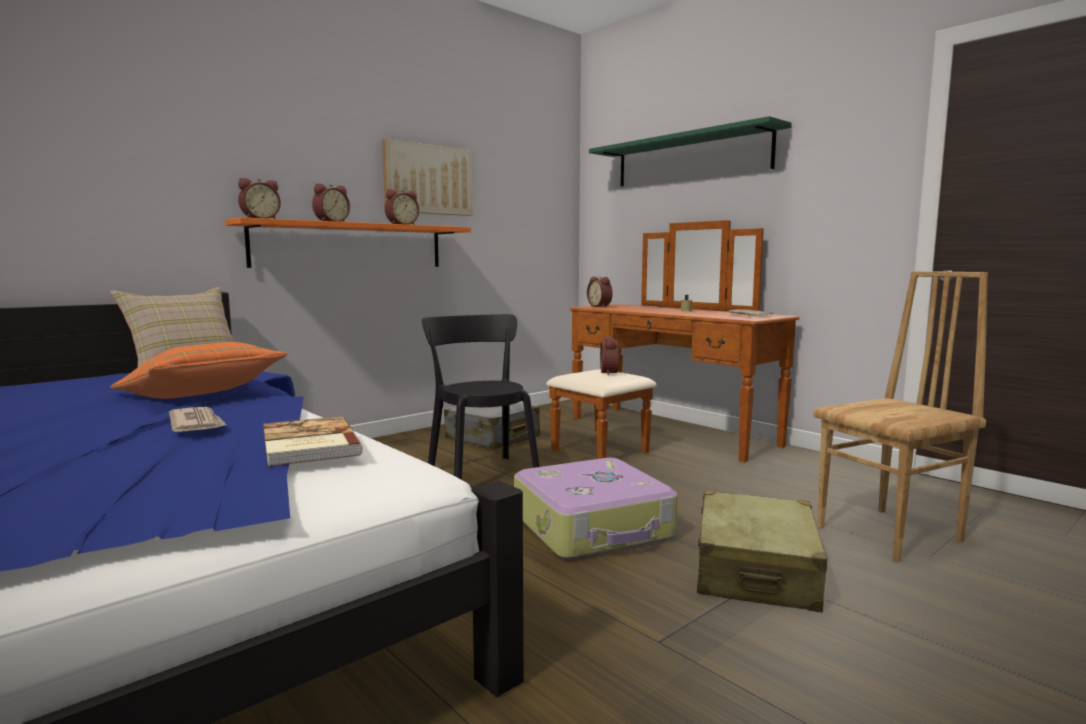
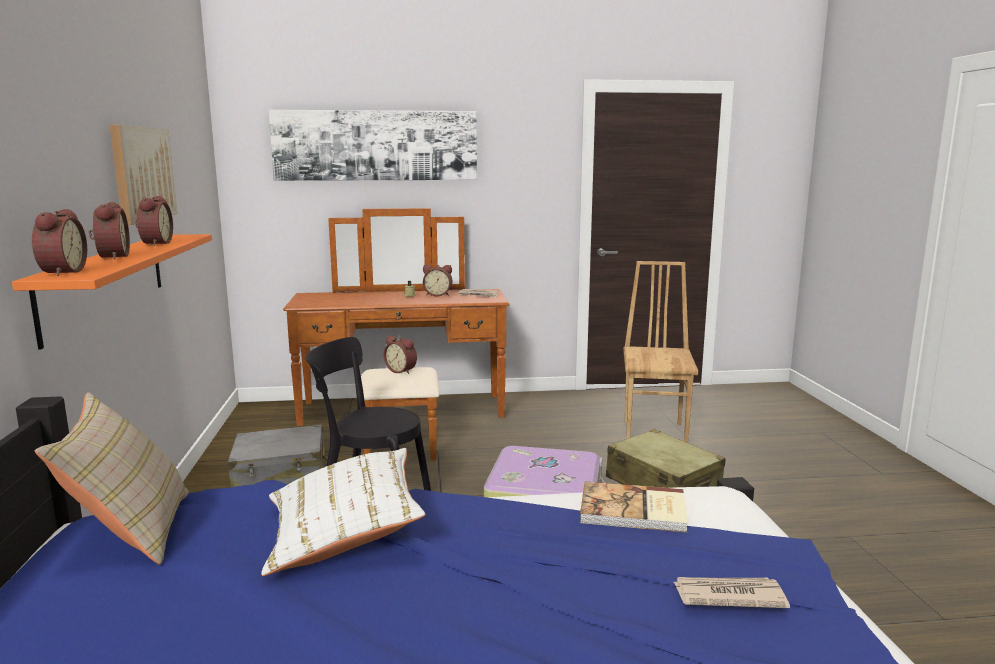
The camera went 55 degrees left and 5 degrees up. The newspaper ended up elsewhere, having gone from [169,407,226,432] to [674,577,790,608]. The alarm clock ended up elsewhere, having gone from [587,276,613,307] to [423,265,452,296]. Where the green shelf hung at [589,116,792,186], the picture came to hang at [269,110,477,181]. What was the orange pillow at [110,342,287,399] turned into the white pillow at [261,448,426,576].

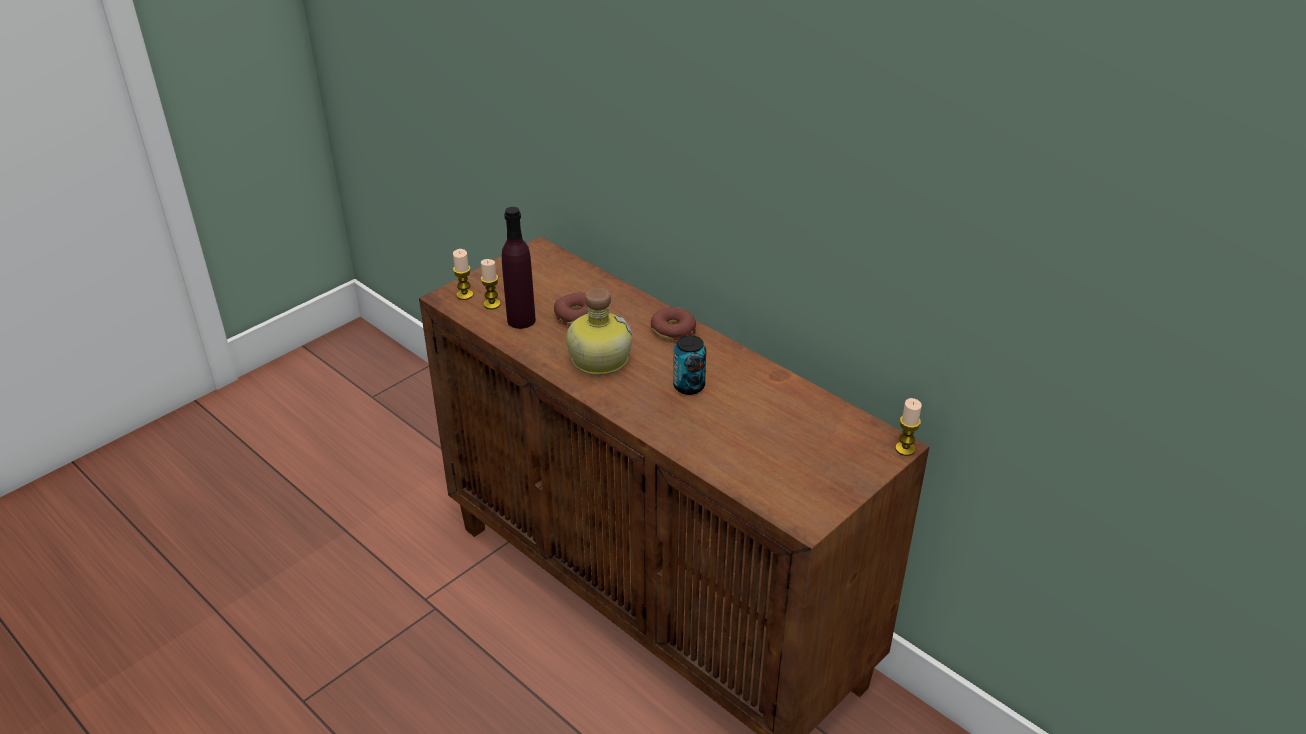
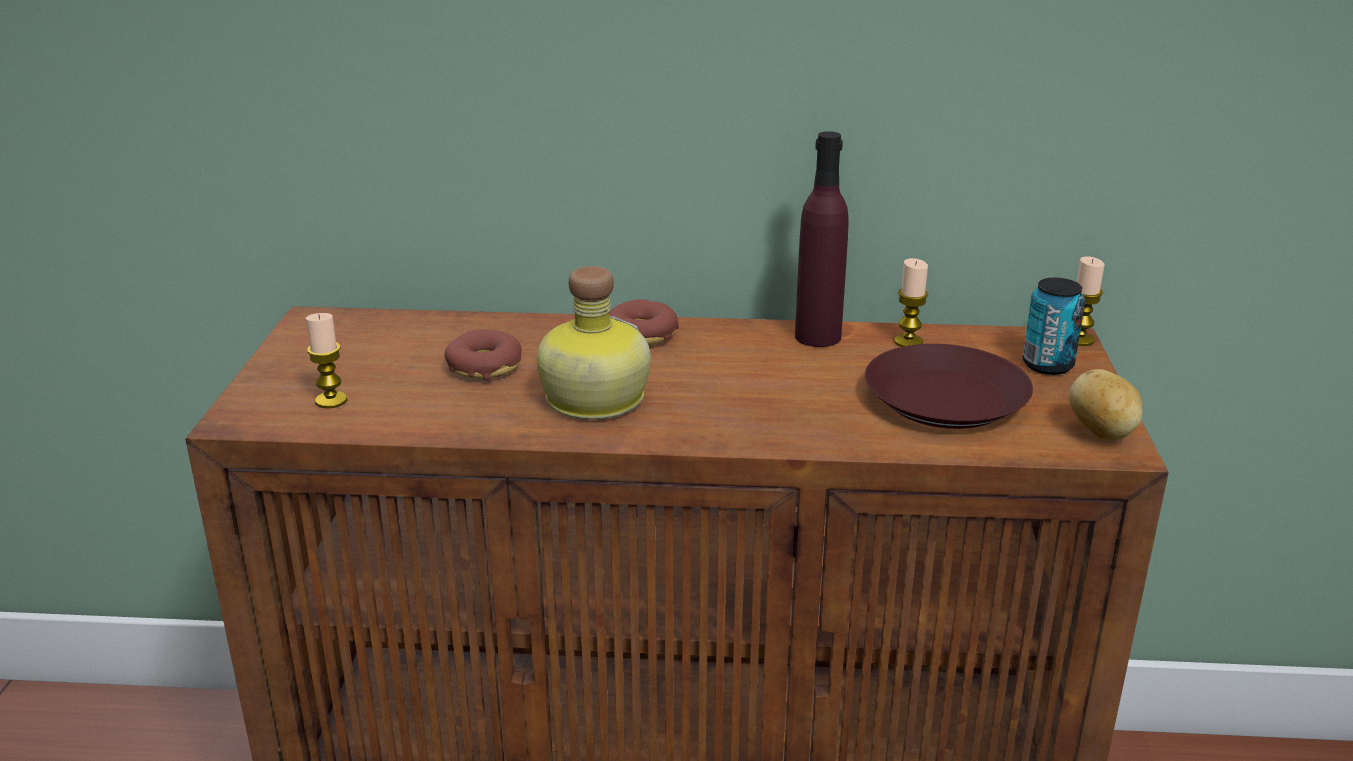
The camera went 40 degrees left and 10 degrees down. The second view gained the brown plate at [865,344,1033,429]. The second view gained the potato at [1069,369,1142,441]. The candle ended up elsewhere, having gone from [453,249,473,300] to [894,258,928,347]. The purple bottle ended up elsewhere, having gone from [502,207,536,329] to [795,131,849,347]. The can ended up elsewhere, having gone from [673,335,706,395] to [1023,278,1085,375].

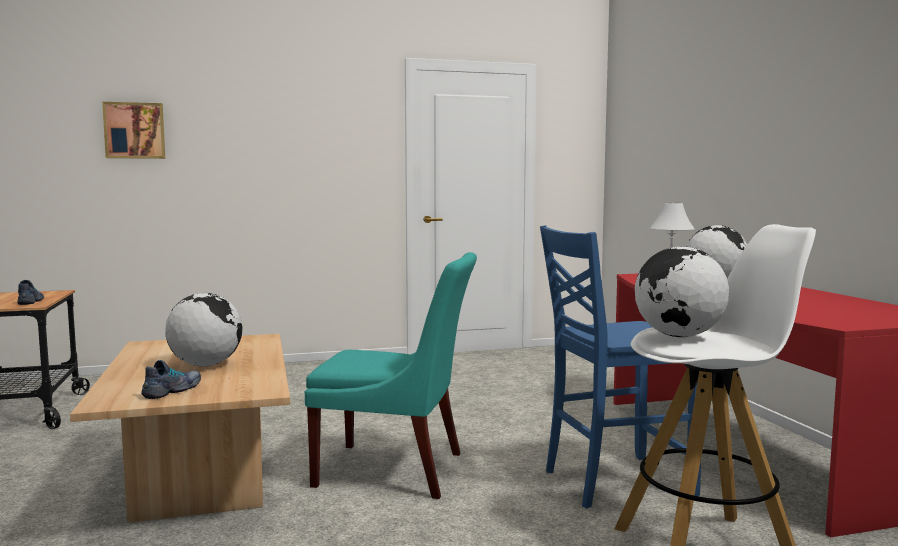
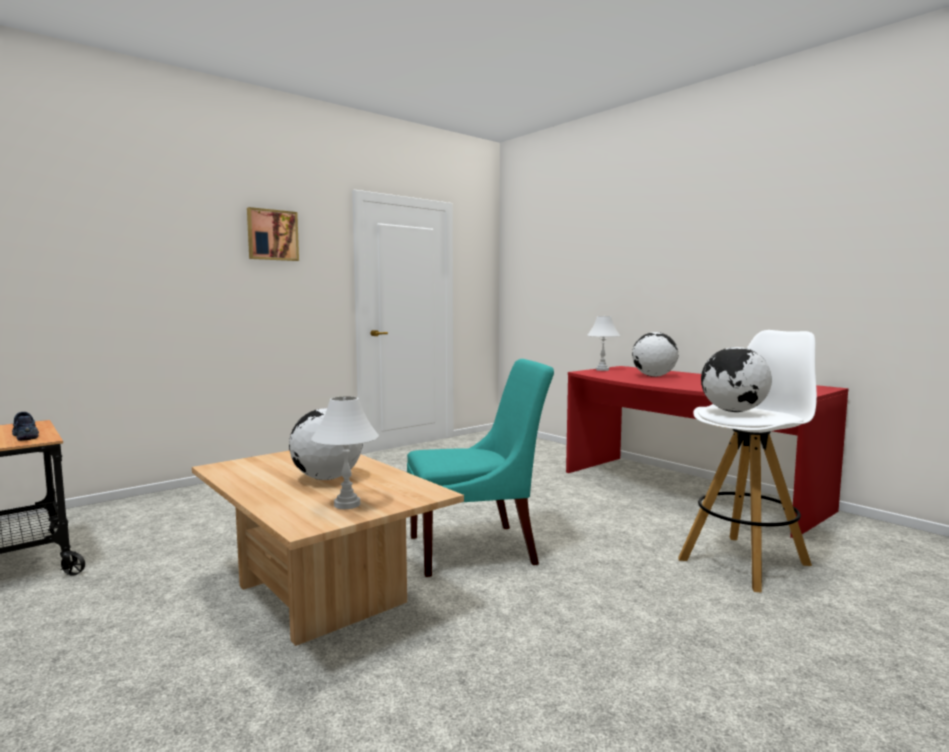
The camera went 25 degrees left and 0 degrees up. The second view lost the blue chair at [540,225,701,508]. The picture ended up elsewhere, having gone from [102,102,165,159] to [247,207,299,261]. Where the shoe stood at [141,360,201,399], the white table lamp came to stand at [311,396,379,509].

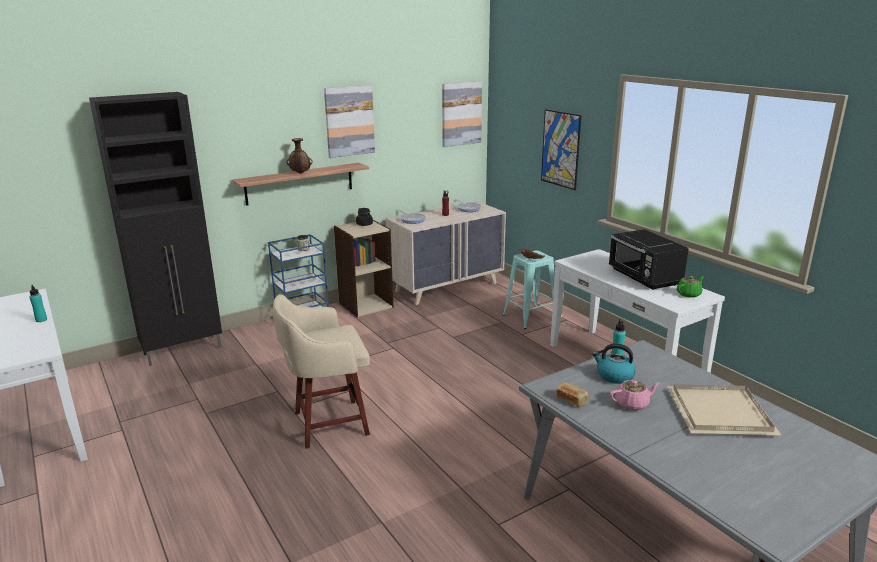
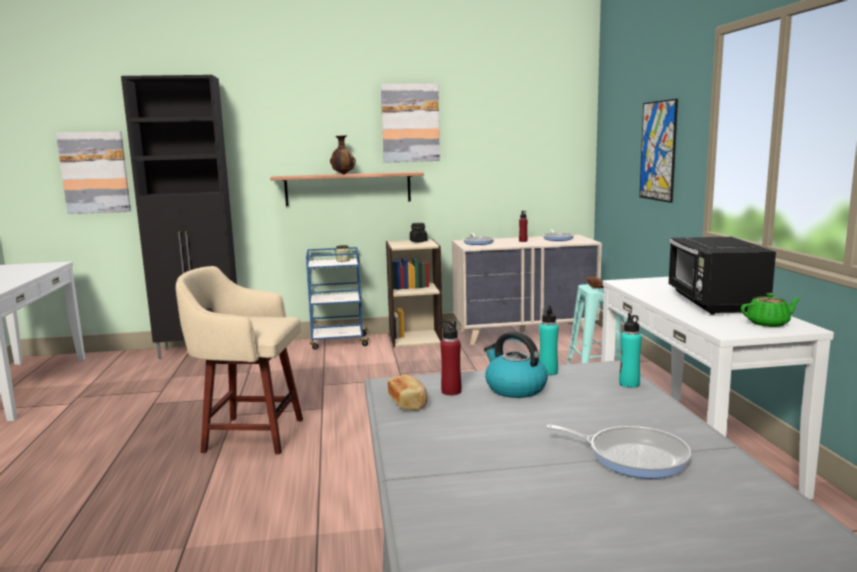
The camera went 25 degrees right and 10 degrees down. The second view lost the pink teapot at [610,380,660,410]. The second view gained the red bottle at [440,320,461,395]. The turquoise bottle ended up elsewhere, having gone from [29,285,47,322] to [619,313,642,388]. The picture ended up elsewhere, having gone from [442,81,482,147] to [56,131,131,214]. Where the beige tray stood at [667,384,781,435], the frying pan came to stand at [546,425,691,479].

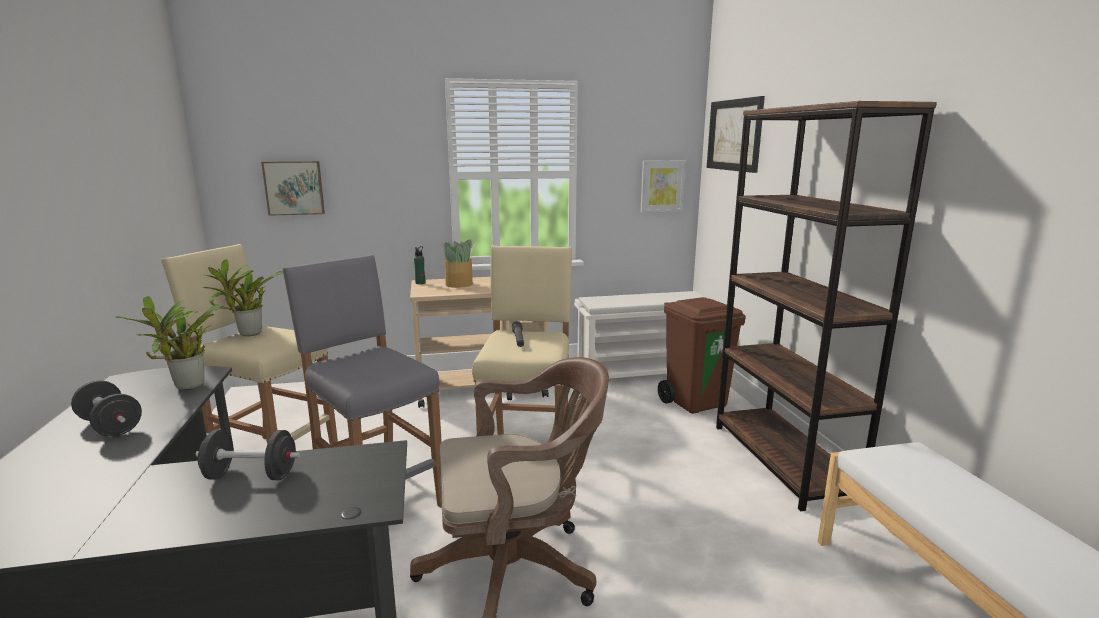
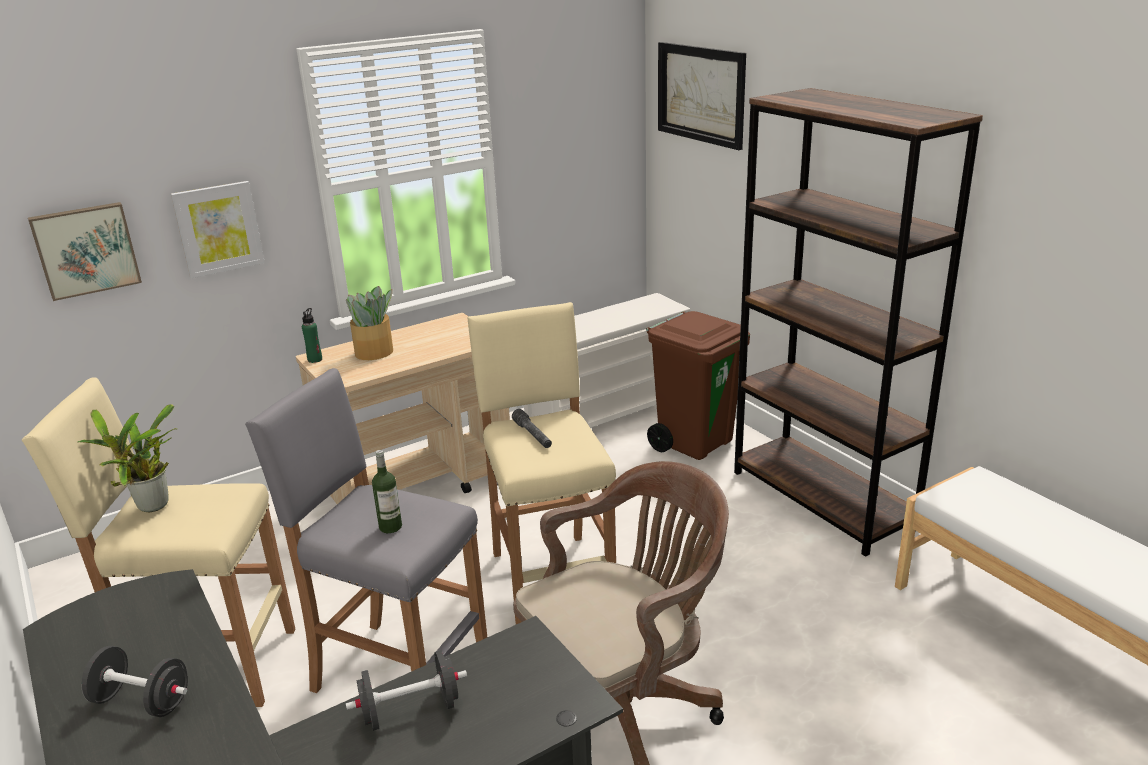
The camera went 20 degrees left and 10 degrees up. The second view lost the potted plant at [116,296,222,390]. The second view gained the bottle at [372,450,402,533]. The picture ended up elsewhere, having gone from [640,161,686,213] to [171,181,265,278].

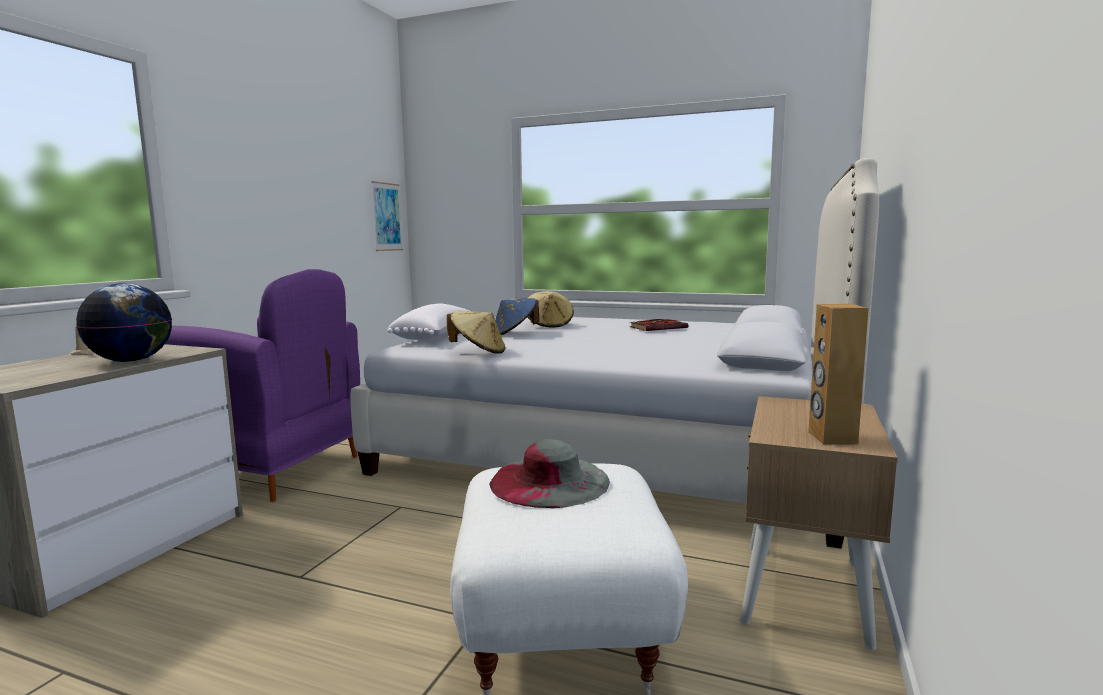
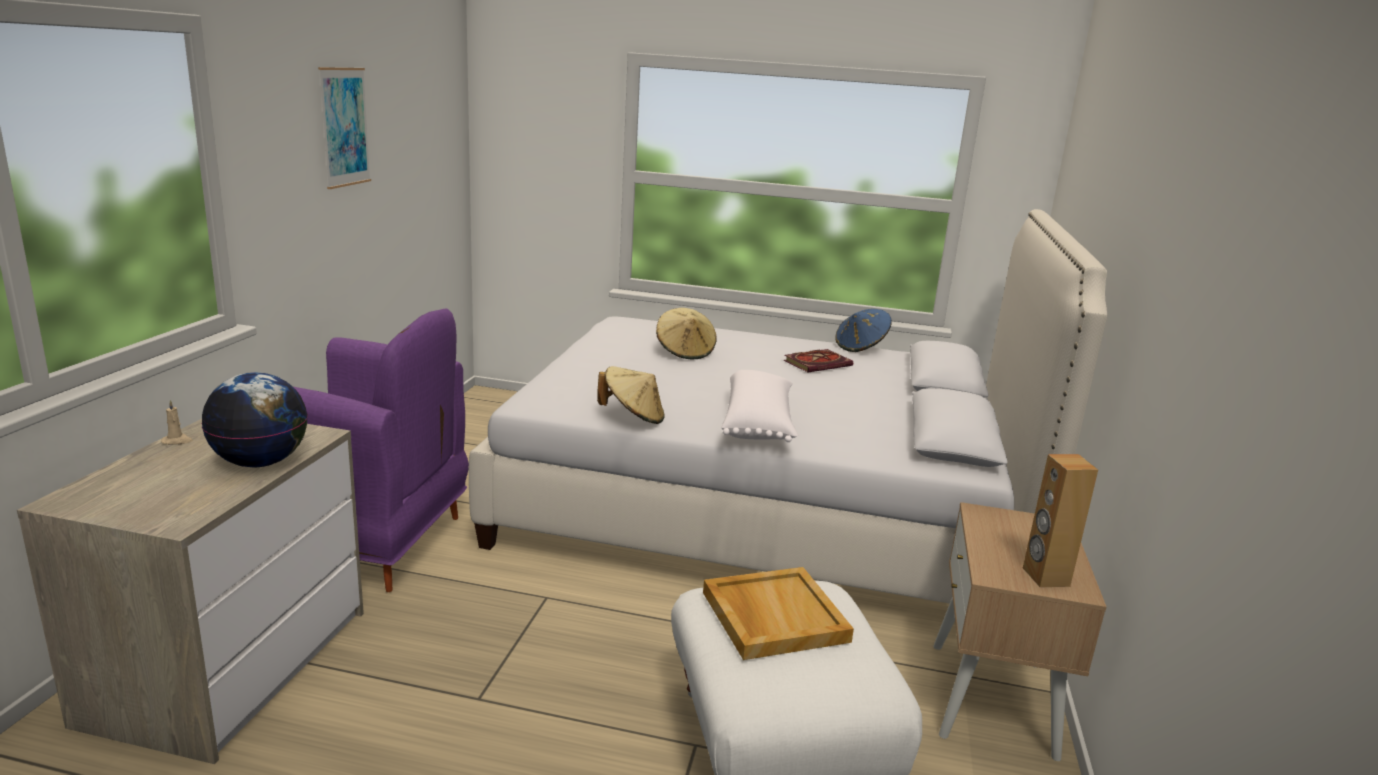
The camera went 10 degrees left and 10 degrees up. The picture ended up elsewhere, having gone from [372,181,403,251] to [318,67,371,189]. The white pillow ended up elsewhere, having gone from [387,304,469,340] to [721,370,798,442]. The blue hat ended up elsewhere, having gone from [495,298,539,335] to [835,309,892,352]. Where the grey hat stood at [489,439,610,508], the beige tray came to stand at [703,567,854,660].

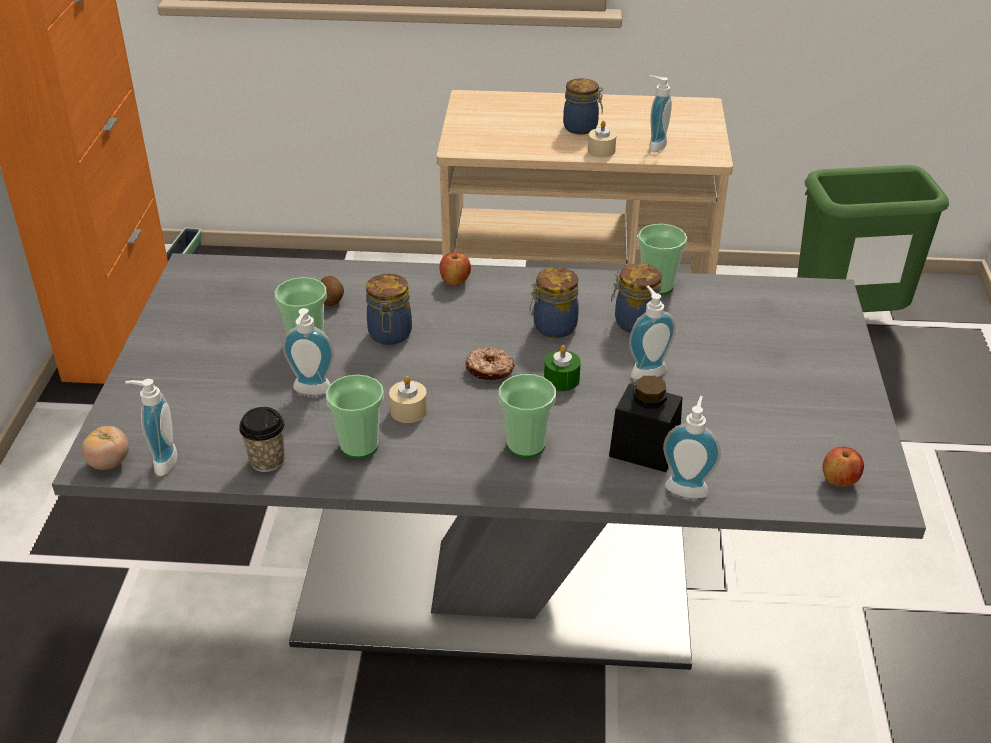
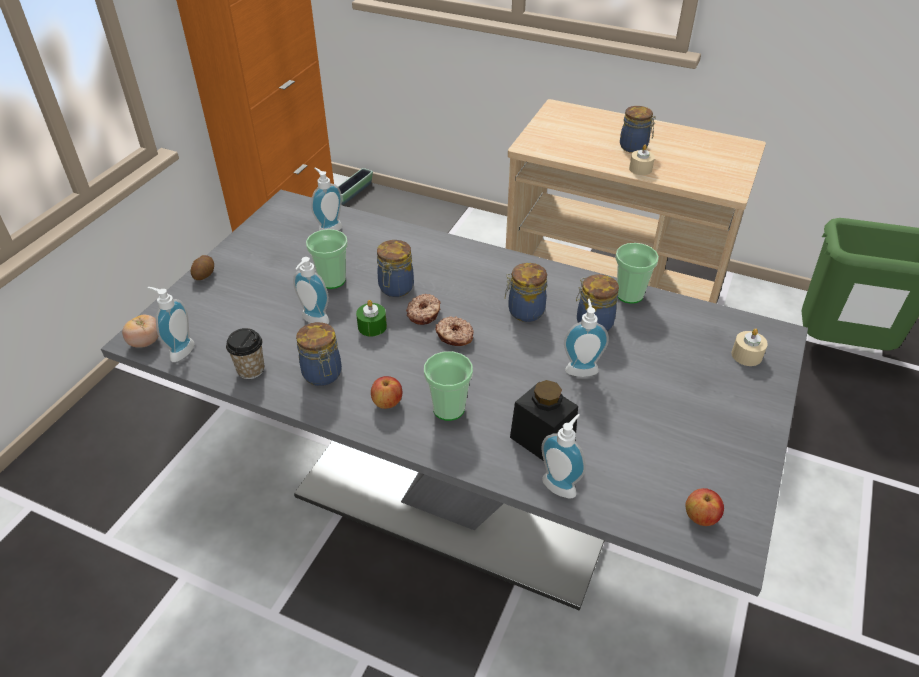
The camera went 20 degrees right and 5 degrees up. The second view gained the donut at [406,294,440,325]. The potato ended up elsewhere, having gone from [321,276,344,306] to [191,255,214,280]. The beige candle ended up elsewhere, having gone from [389,376,427,423] to [731,329,768,366]. The apple ended up elsewhere, having gone from [439,252,471,285] to [371,376,402,409]. The green candle ended up elsewhere, having gone from [544,345,581,391] to [356,300,387,337]. The soap dispenser ended up elsewhere, having gone from [649,76,672,152] to [311,167,342,231]. Where the cup stood at [326,375,384,458], the jar came to stand at [296,322,342,386].

